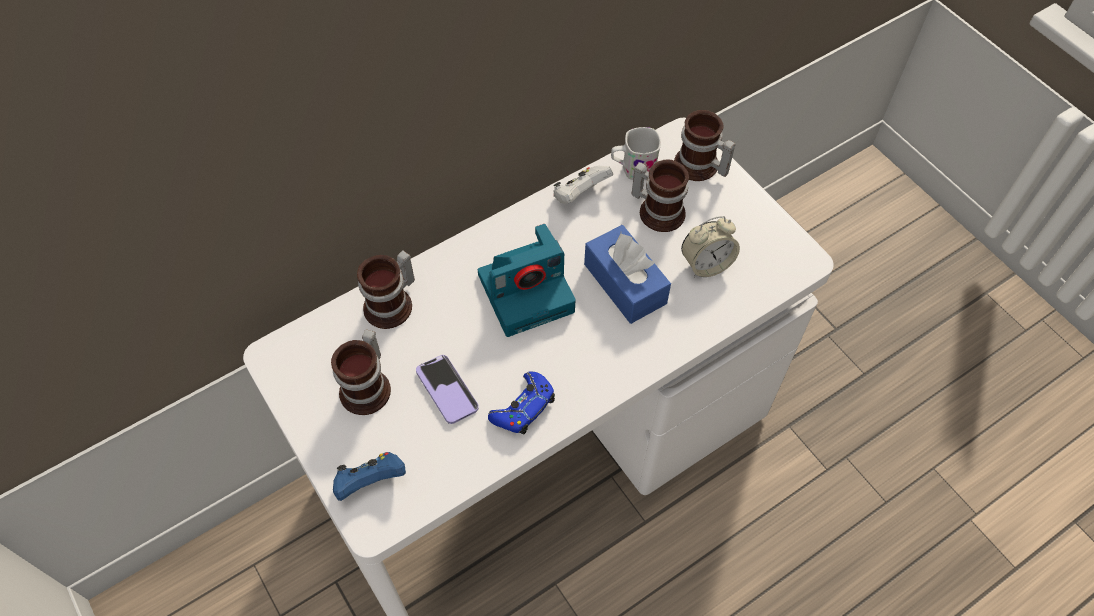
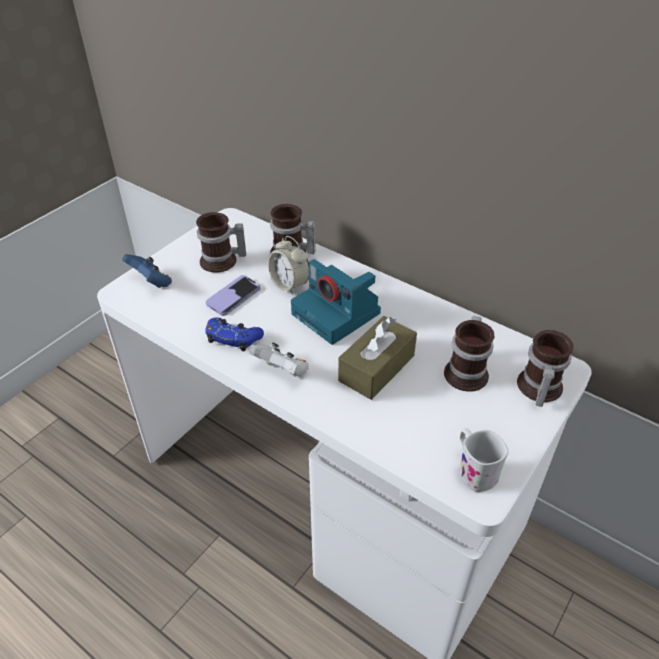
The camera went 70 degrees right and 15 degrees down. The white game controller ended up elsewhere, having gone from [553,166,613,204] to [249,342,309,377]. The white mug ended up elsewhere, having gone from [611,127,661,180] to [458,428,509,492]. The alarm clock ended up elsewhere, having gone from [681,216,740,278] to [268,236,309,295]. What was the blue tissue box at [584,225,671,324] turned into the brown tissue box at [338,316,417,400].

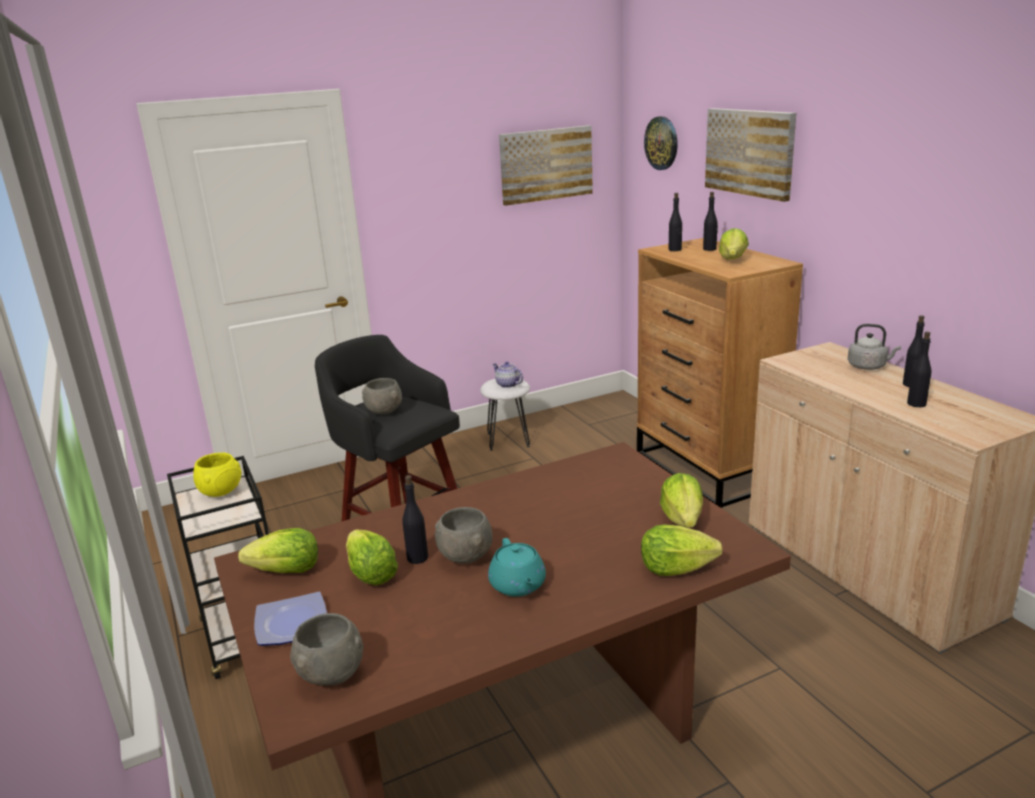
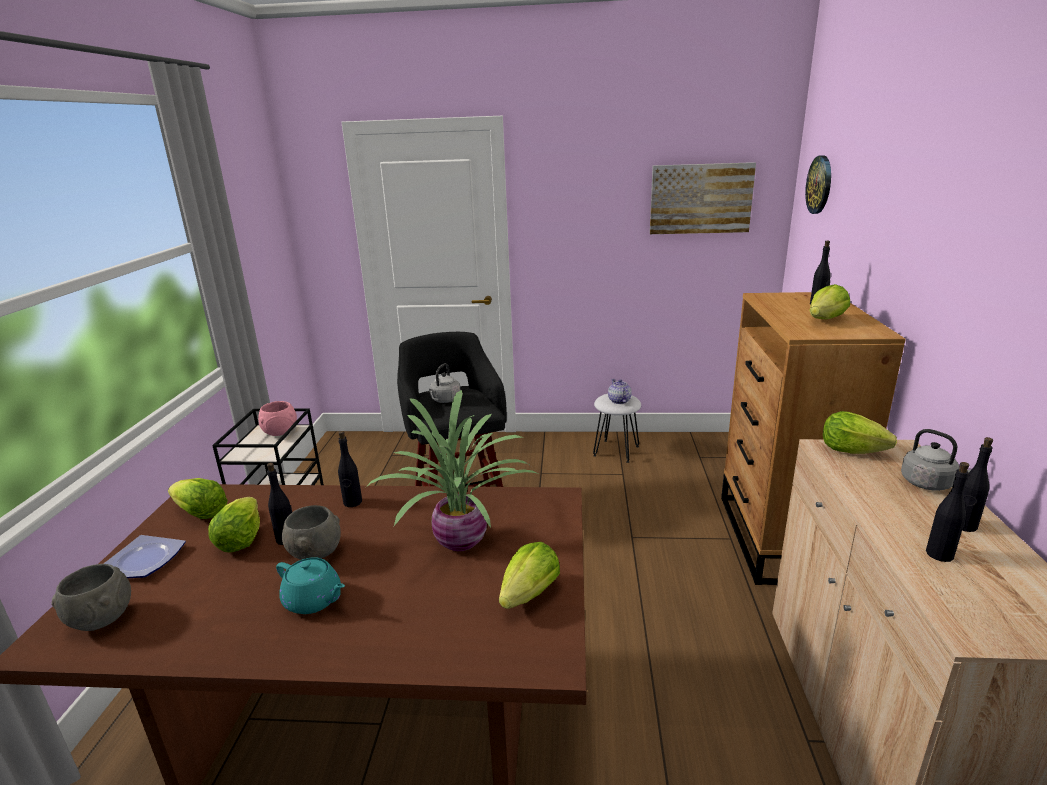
The camera went 30 degrees right and 0 degrees up. The second view lost the picture at [705,108,796,202]. The second view gained the potted plant at [365,390,538,551]. The lettuce ended up elsewhere, having gone from [641,525,723,576] to [823,411,897,454]. The black bottle ended up elsewhere, having gone from [669,193,682,251] to [338,431,362,507]. Where the grey bowl stood at [362,378,402,414], the grey kettle came to stand at [429,363,461,403]. What was the yellow bowl at [193,453,242,497] turned into the pink bowl at [258,401,297,436]. The turquoise teapot at [488,538,546,597] ended up facing another way, 75 degrees counterclockwise from before.

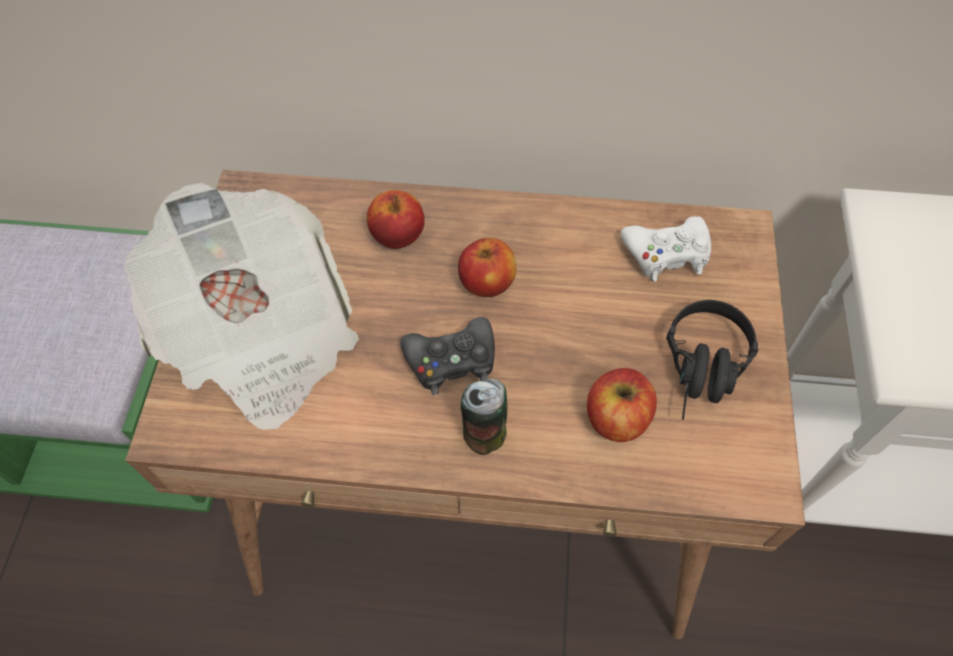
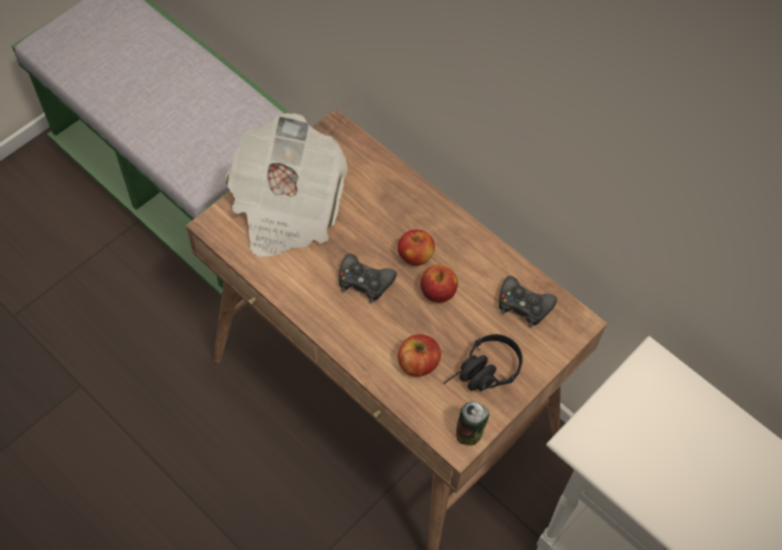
The camera went 35 degrees right and 0 degrees up. The apple ended up elsewhere, having gone from [367,190,425,249] to [421,265,458,303]. The can ended up elsewhere, having gone from [461,378,507,455] to [456,402,489,446]. What was the white game controller at [621,216,711,282] turned into the black game controller at [499,276,557,328].

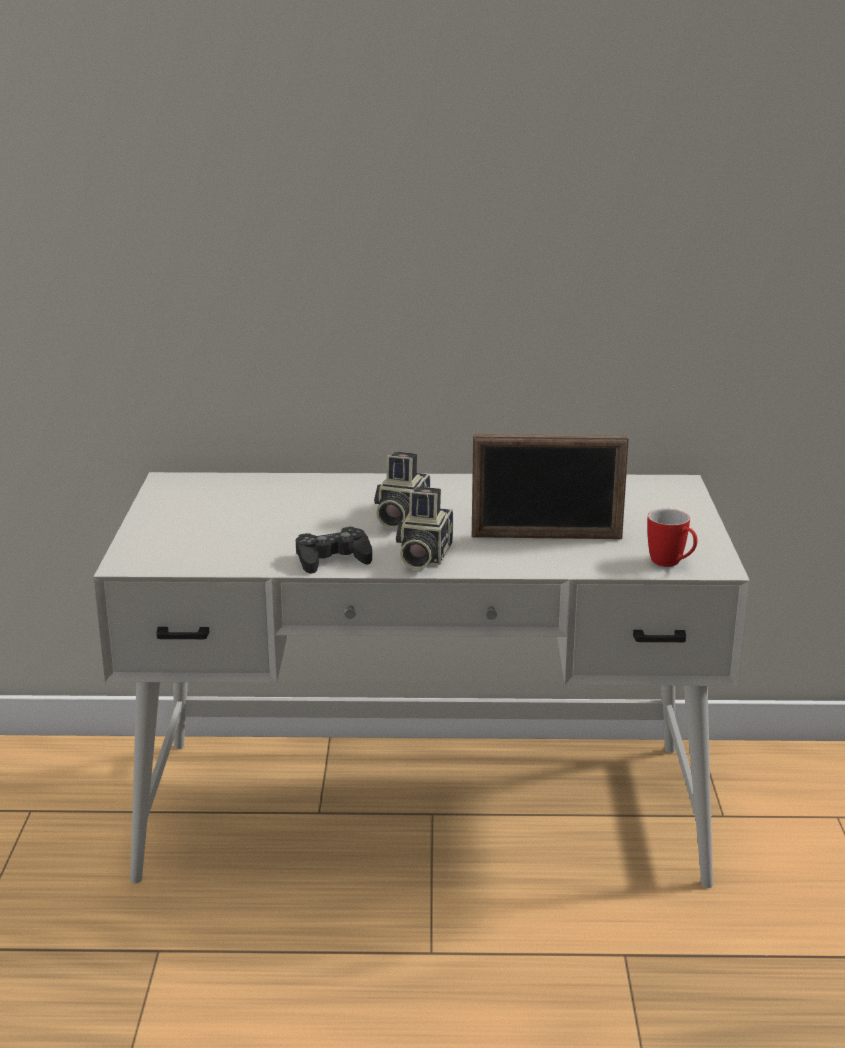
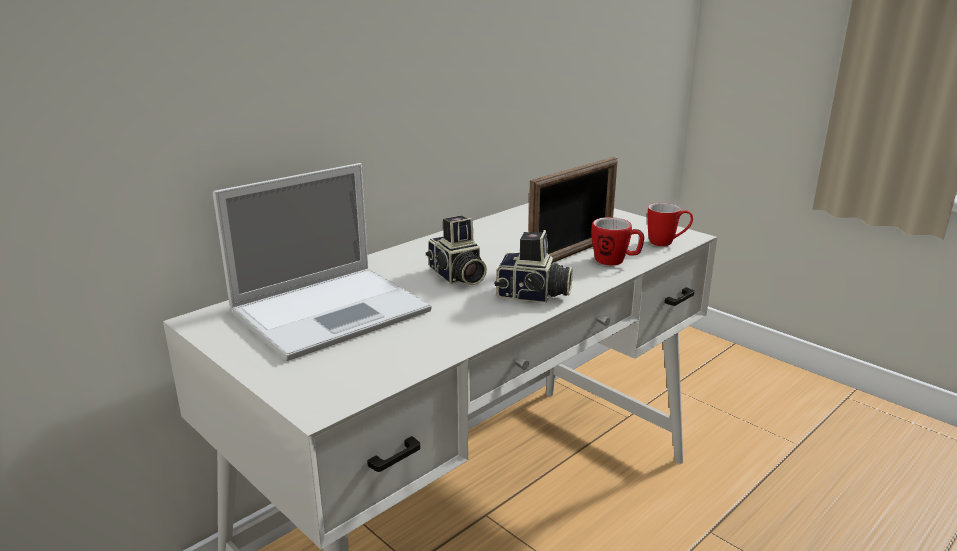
The camera went 45 degrees left and 0 degrees up. The second view lost the black game controller at [296,527,372,574]. The second view gained the laptop at [212,163,432,361]. The second view gained the mug at [591,217,644,265]. The photo camera at [396,487,453,569] ended up facing another way, 45 degrees counterclockwise from before.

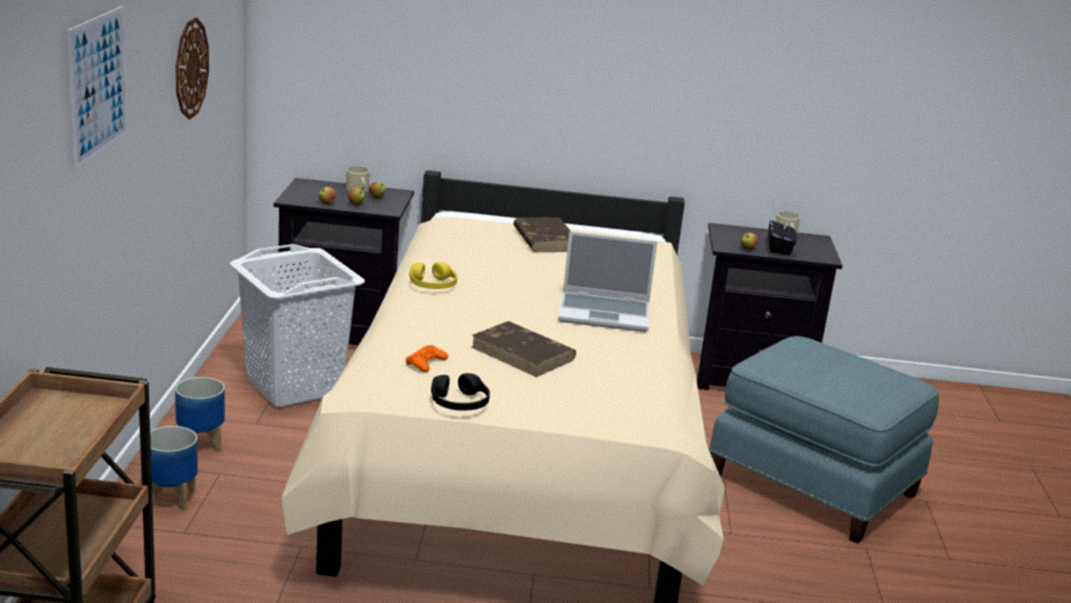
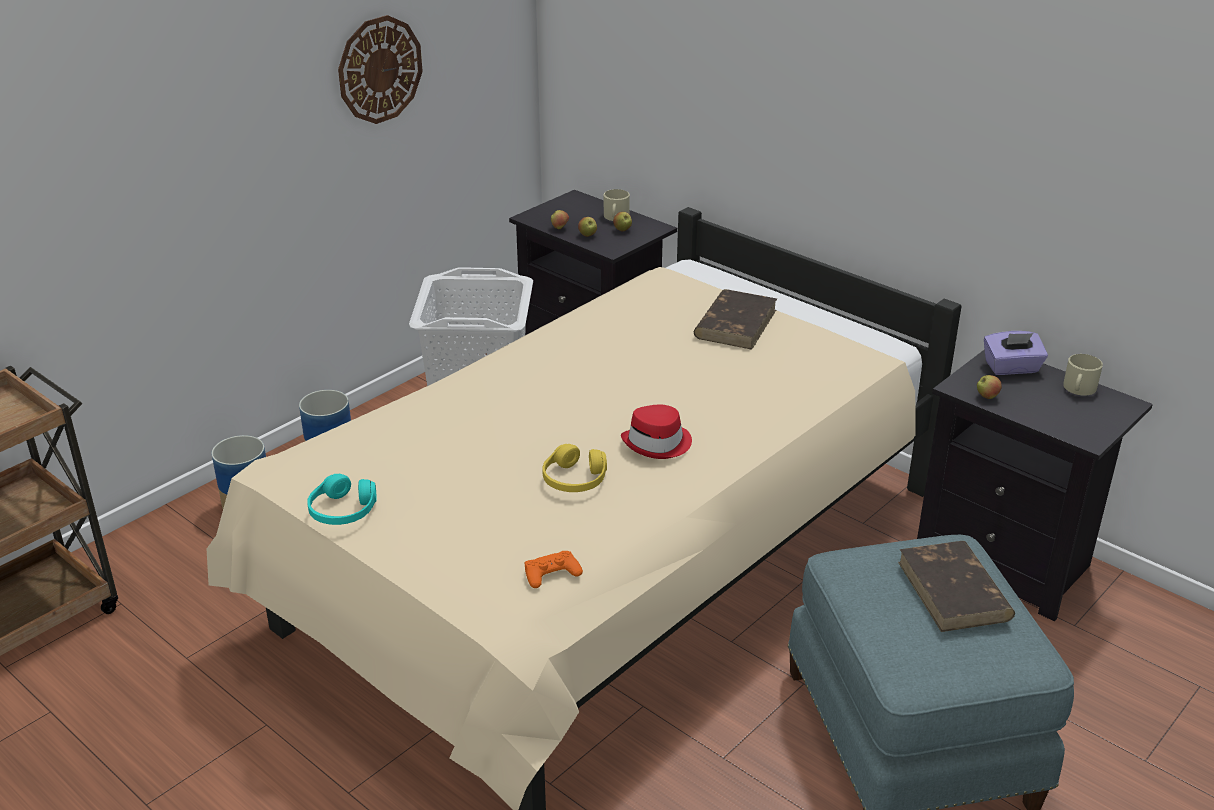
The camera went 40 degrees right and 10 degrees up. The second view lost the picture at [67,6,128,170]. The second view lost the black tissue box at [768,218,797,255]. The second view gained the purple tissue box at [984,331,1048,375]. The orange game controller ended up elsewhere, having gone from [406,345,448,372] to [525,551,583,588]. The yellow headphones ended up elsewhere, having gone from [409,262,457,289] to [542,444,607,492]. The brown book ended up elsewhere, having gone from [471,321,576,377] to [898,541,1015,632]. Where the laptop stood at [558,231,657,332], the red hat came to stand at [621,405,692,459]. What was the black headphones at [431,373,490,411] turned into the turquoise headphones at [307,474,377,525].

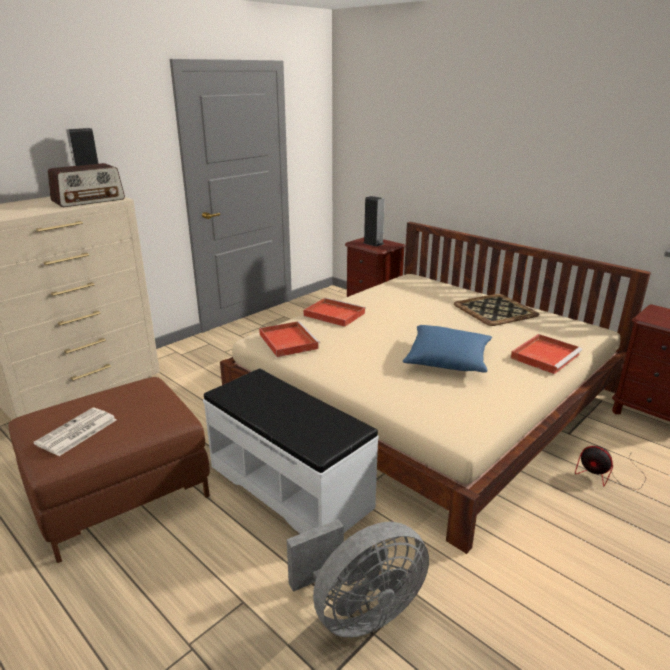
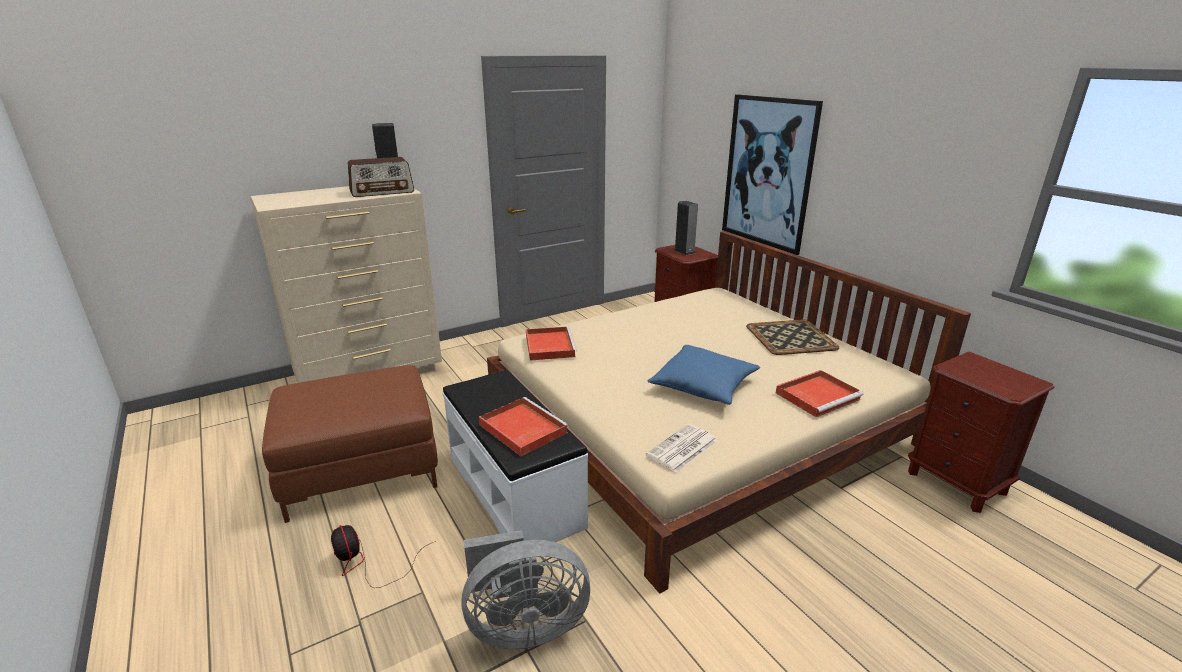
The camera went 15 degrees right and 0 degrees up. The second view gained the picture at [722,94,823,255]. The newspaper ended up elsewhere, having gone from [34,408,117,456] to [646,424,717,473]. The red tray ended up elsewhere, having gone from [304,298,366,327] to [479,397,569,456]. The fan ended up elsewhere, having gone from [575,446,646,490] to [331,525,436,588].

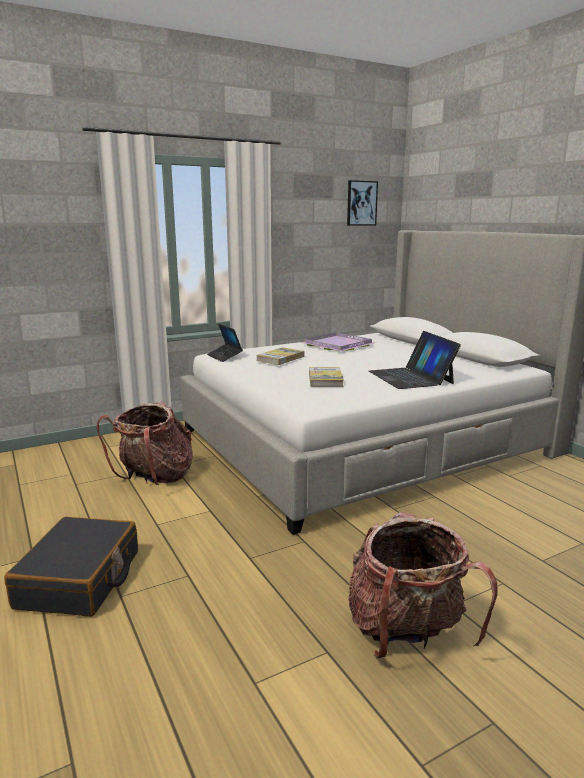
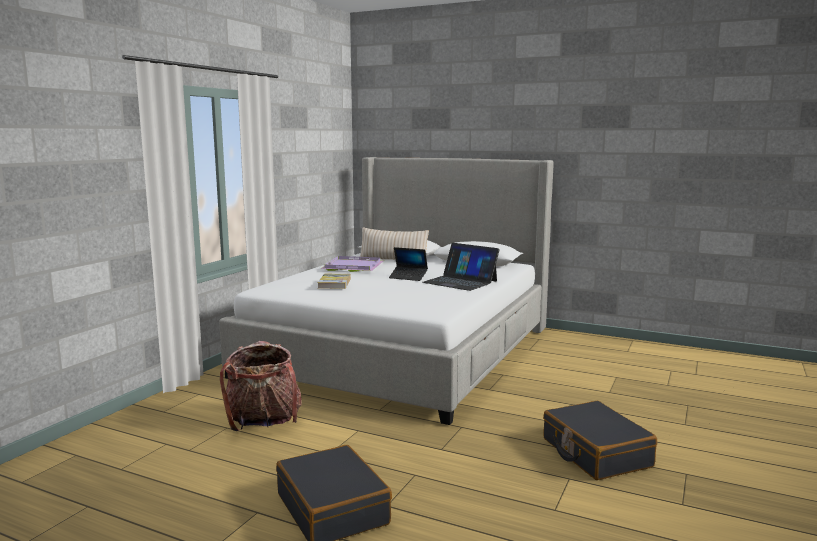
The camera went 35 degrees left and 5 degrees down. The second view lost the book at [309,367,344,387]. The second view lost the picture at [347,180,378,226]. The second view gained the beige pillow at [360,227,429,260]. The laptop ended up elsewhere, having gone from [207,324,243,362] to [389,247,428,281]. Where the backpack stood at [348,512,497,659], the black suitcase came to stand at [543,401,657,480].

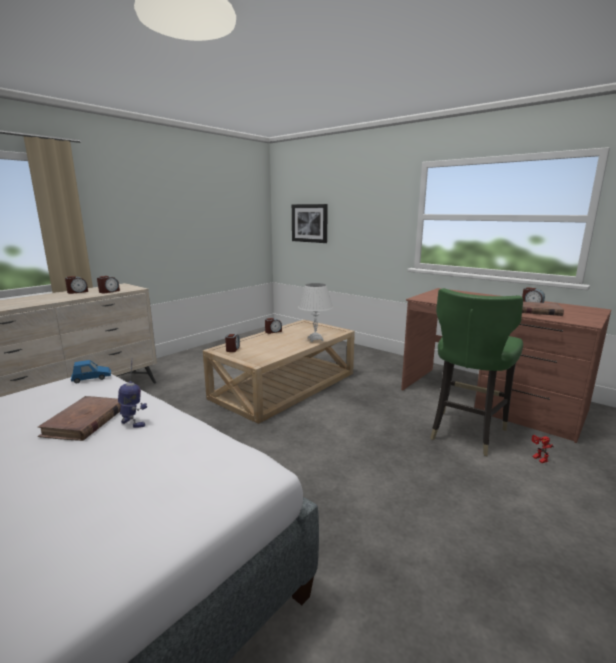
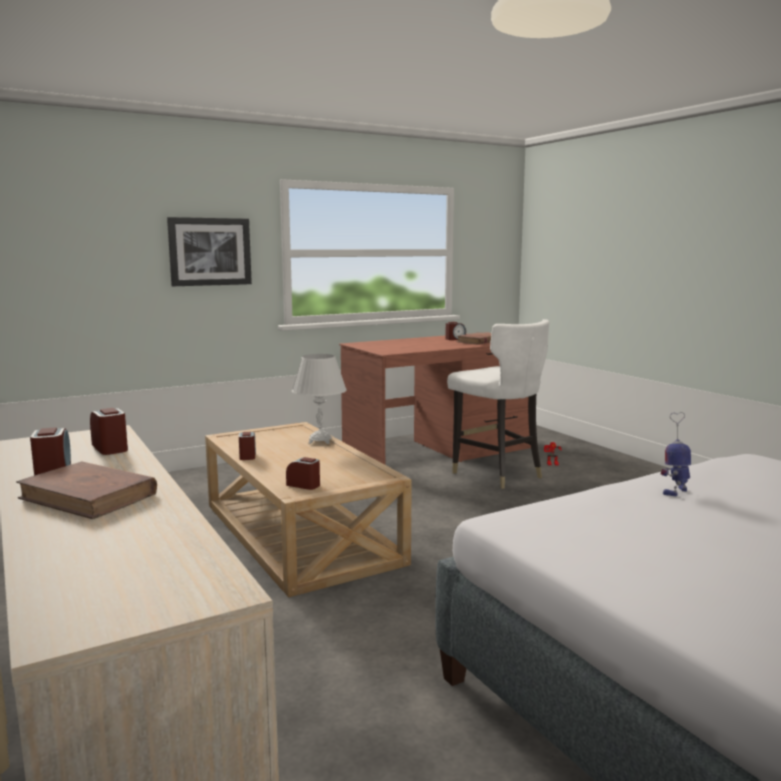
The camera went 70 degrees left and 5 degrees down. The second view lost the blue toy car at [71,360,111,383]. The brown book ended up elsewhere, having gone from [38,396,121,441] to [16,461,157,519]. The picture ended up elsewhere, having gone from [292,204,328,243] to [167,217,252,286]. What was the green chair at [430,288,523,456] turned into the white chair at [447,319,549,489].

